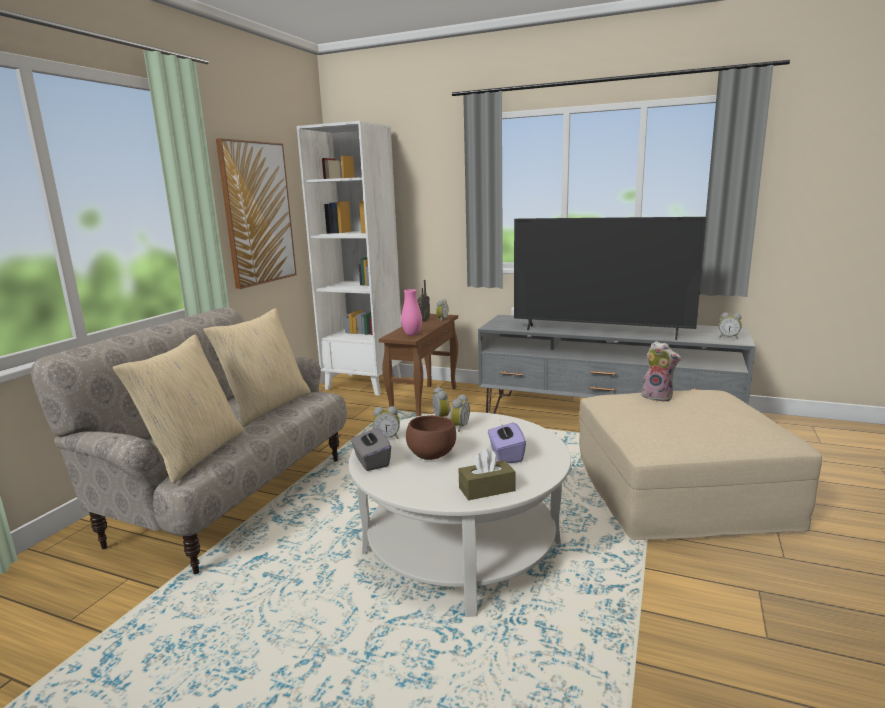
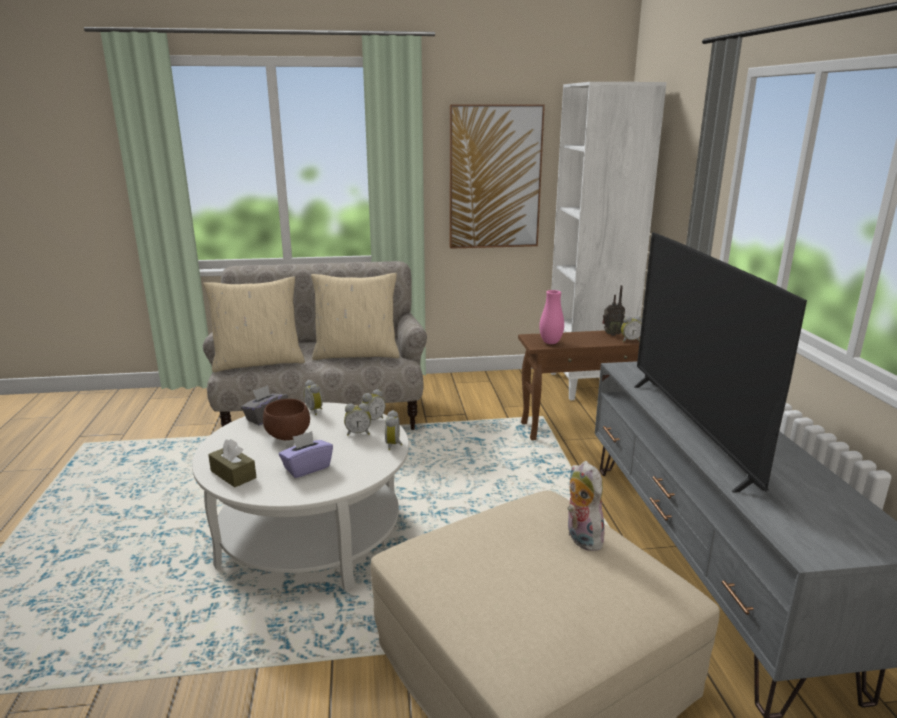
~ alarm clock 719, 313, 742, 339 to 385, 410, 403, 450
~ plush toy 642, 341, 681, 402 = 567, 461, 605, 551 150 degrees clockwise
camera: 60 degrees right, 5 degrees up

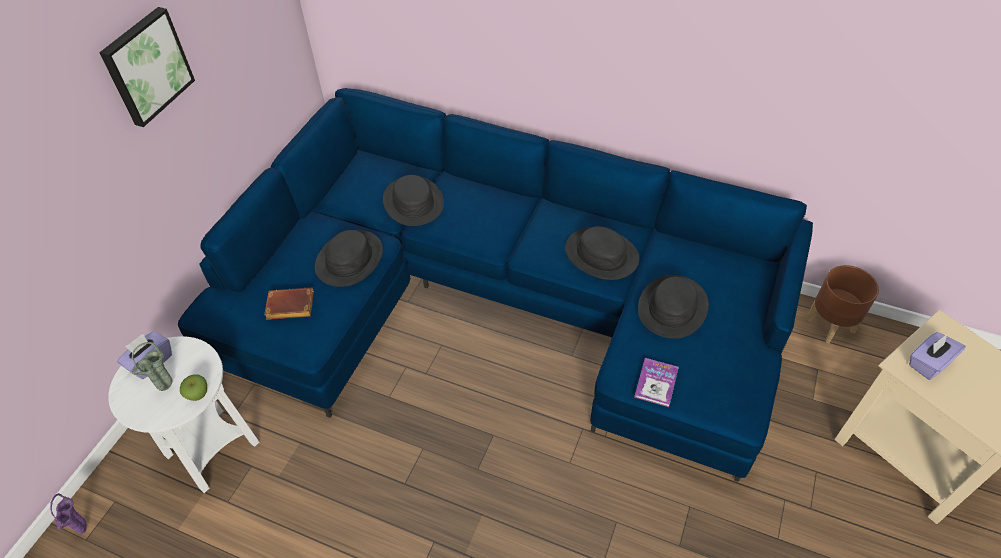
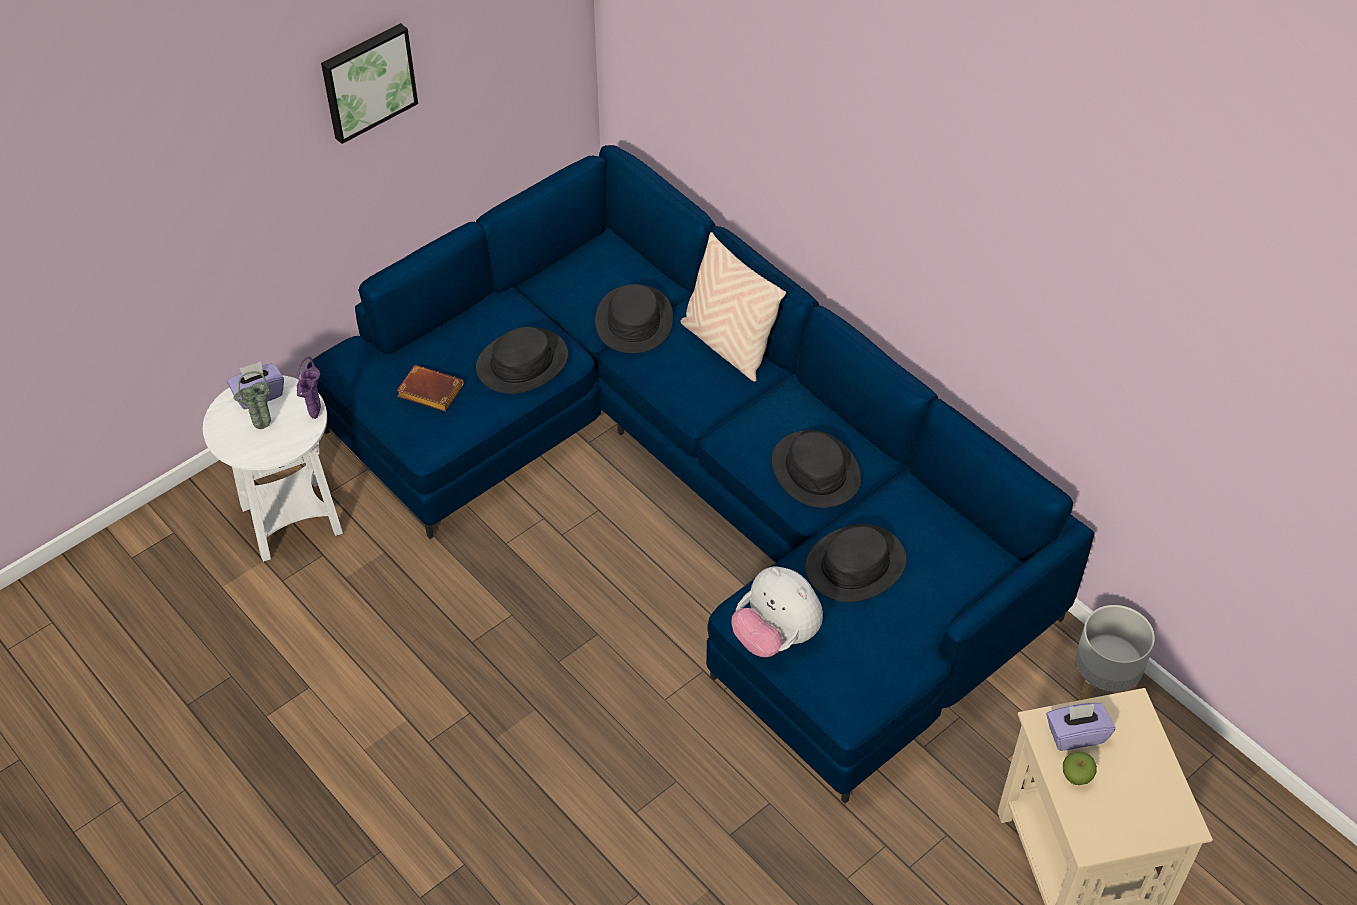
~ purple vase 50, 493, 87, 534 to 297, 356, 321, 419
+ beige pillow 681, 232, 786, 382
~ book 634, 358, 679, 407 to plush toy 732, 566, 823, 657
~ apple 180, 374, 207, 401 to 1063, 752, 1097, 785
~ brown planter 806, 265, 879, 343 to grey planter 1075, 605, 1155, 700
camera: 25 degrees right, 0 degrees up

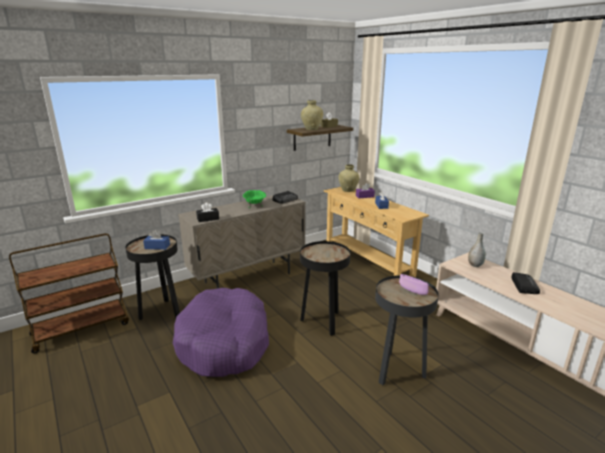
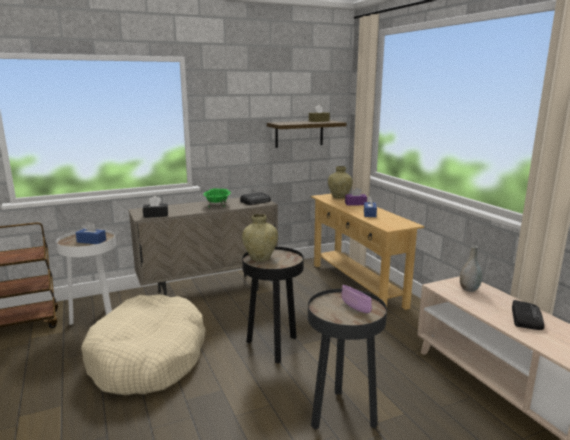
~ black side table 125, 234, 180, 320 to white side table 56, 229, 116, 325
~ purple dog bed 173, 288, 269, 377 to beige dog bed 81, 294, 205, 395
~ beige vase 301, 100, 323, 130 to 242, 214, 278, 262
camera: 10 degrees right, 5 degrees down

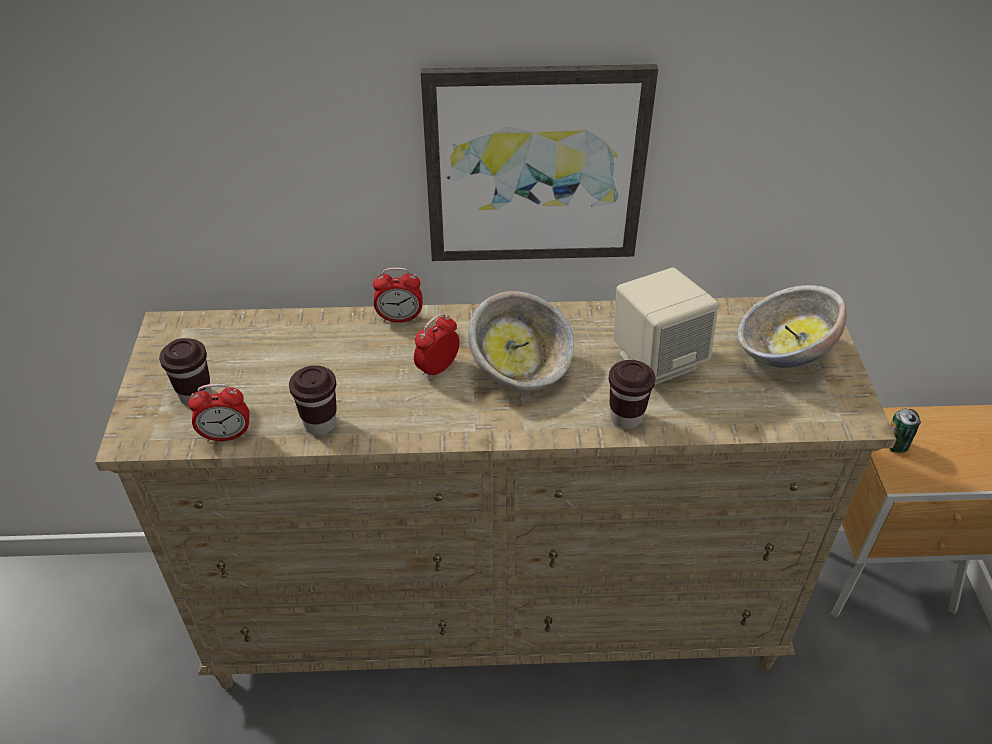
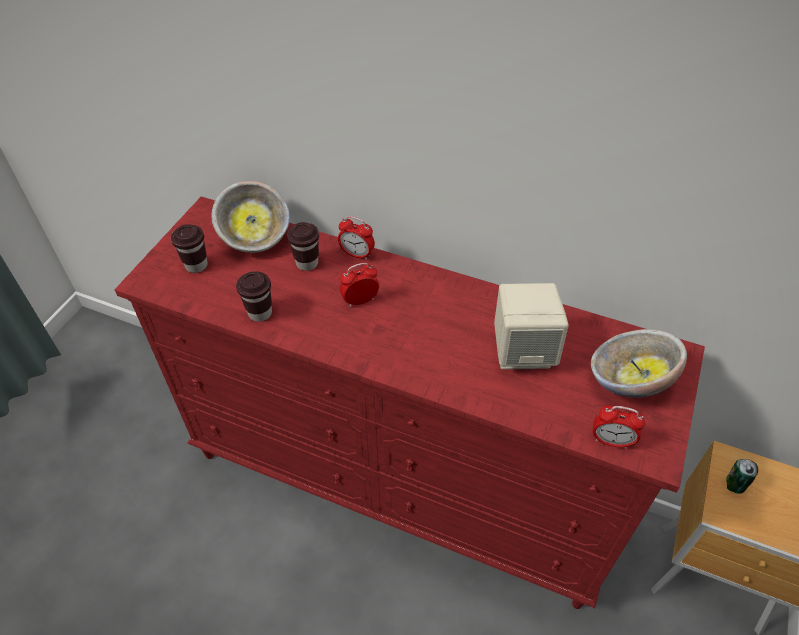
~ beige dresser 95, 297, 897, 689 to red dresser 115, 196, 705, 609
~ bowl 468, 291, 574, 391 to 212, 181, 290, 253
~ brown cup 609, 360, 656, 429 to 287, 222, 319, 271
~ alarm clock 188, 384, 249, 442 to 593, 405, 645, 448
- picture 421, 64, 658, 261
camera: 25 degrees right, 5 degrees up

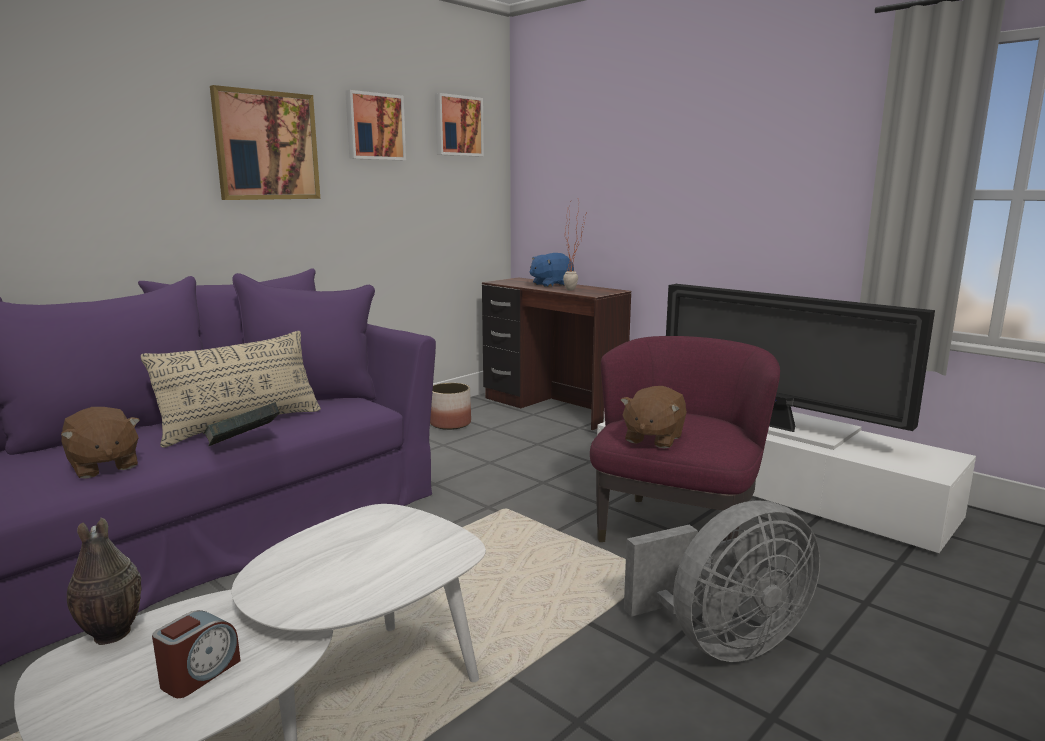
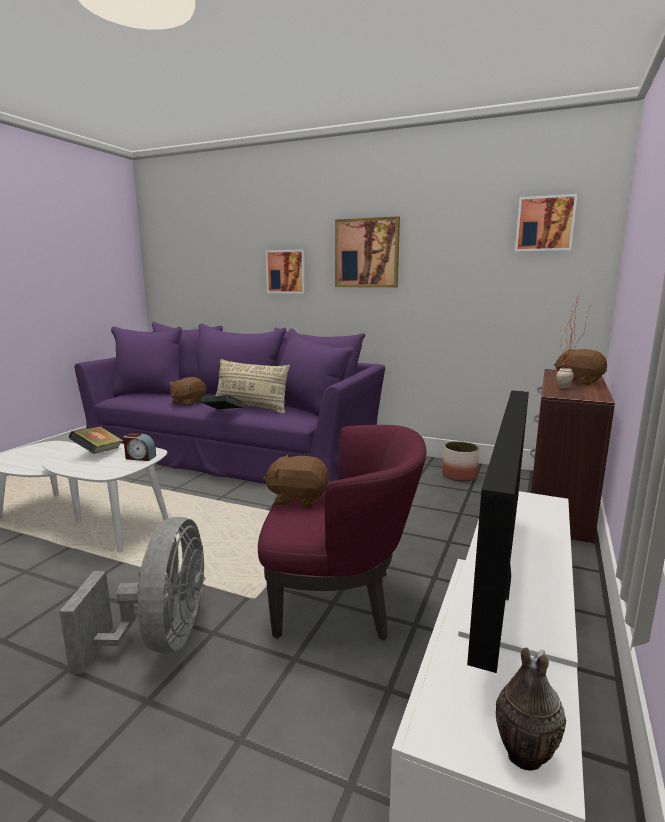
~ grey fan 624, 501, 820, 662 = 59, 517, 205, 674 135 degrees counterclockwise
+ book 68, 426, 123, 454
~ alarm clock 152, 610, 241, 698 to 123, 433, 156, 461
~ picture 345, 90, 406, 160 to 266, 249, 306, 294
~ vase 67, 518, 141, 645 to 496, 648, 566, 771
~ blue plush toy 530, 253, 574, 287 to brown plush toy 554, 349, 607, 385
camera: 70 degrees right, 0 degrees up

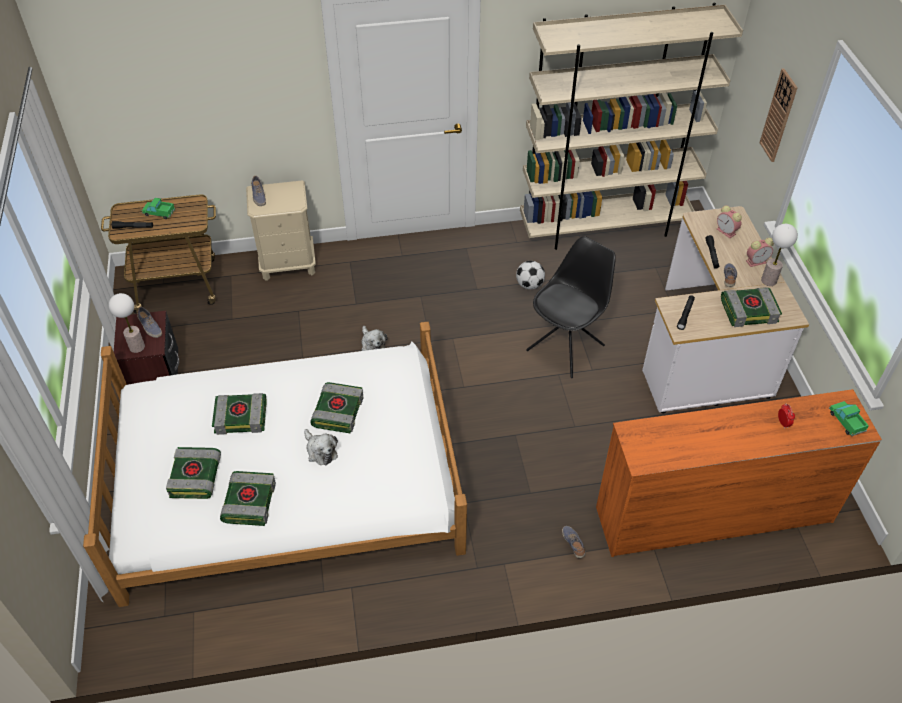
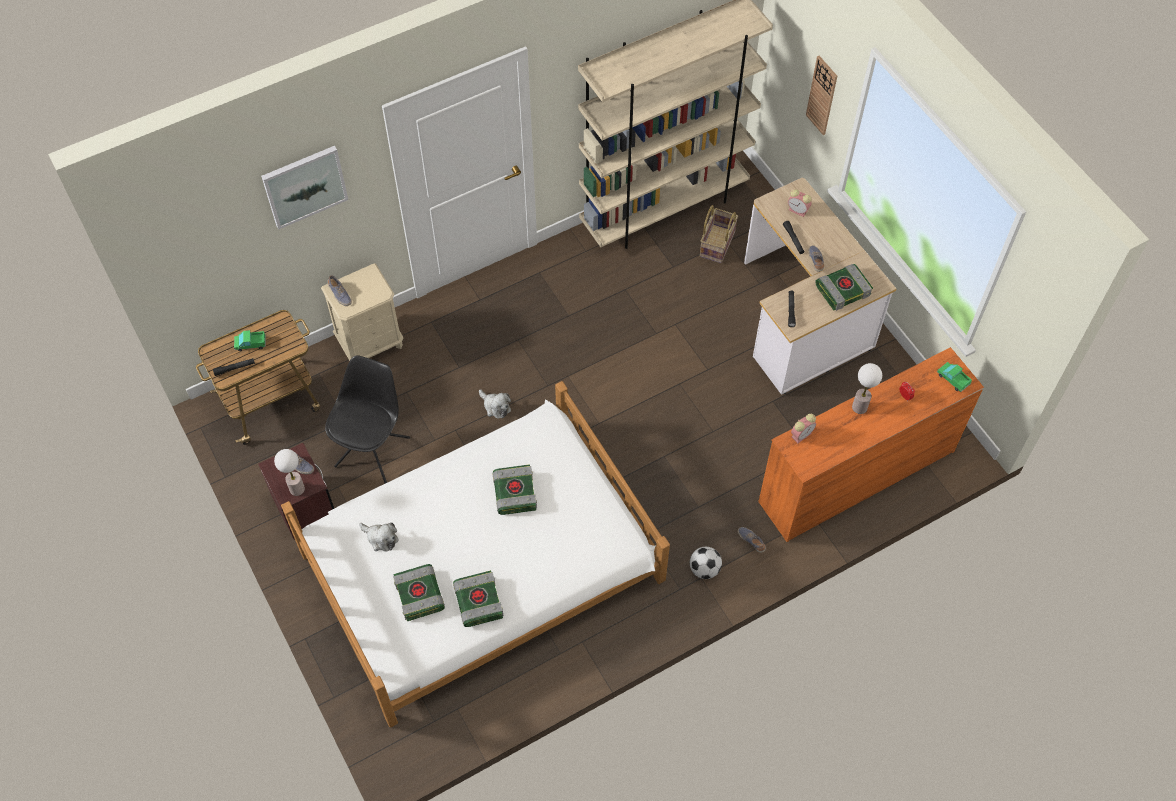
+ picture 261, 146, 348, 229
~ black chair 526, 236, 616, 378 to 325, 355, 410, 484
~ plush toy 304, 429, 338, 466 to 359, 522, 399, 552
~ football 516, 261, 545, 289 to 690, 547, 722, 579
+ basket 700, 205, 738, 263
~ alarm clock 746, 238, 774, 267 to 791, 414, 816, 443
~ table lamp 761, 224, 798, 286 to 852, 363, 882, 414
- book 212, 393, 266, 435
camera: 20 degrees left, 10 degrees up

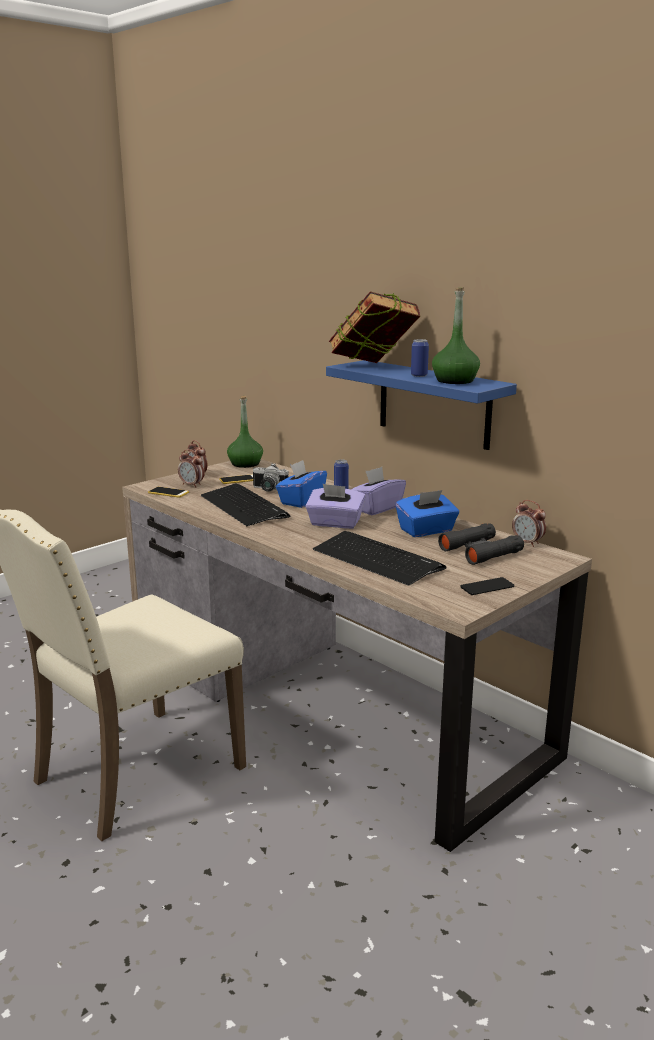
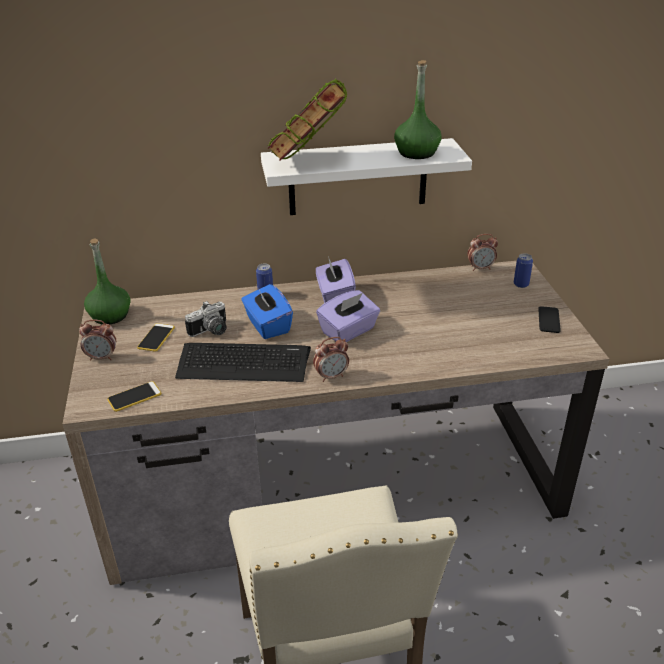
~ blue shelf 326, 360, 517, 450 to white shelf 261, 138, 472, 215
~ alarm clock 178, 449, 205, 488 to 313, 337, 349, 382
~ can 411, 339, 429, 377 to 514, 253, 533, 288
- keyboard 313, 531, 446, 586
- blue tissue box 396, 490, 459, 537
- black binoculars 438, 523, 524, 565
camera: 55 degrees left, 15 degrees up

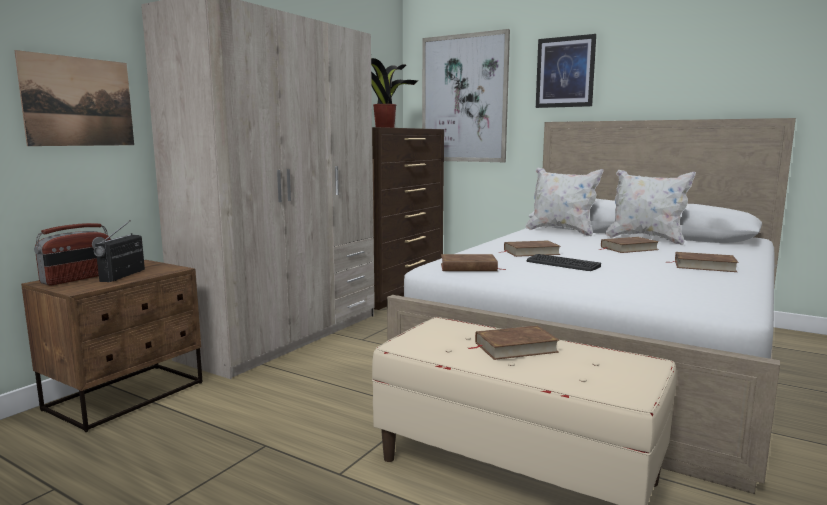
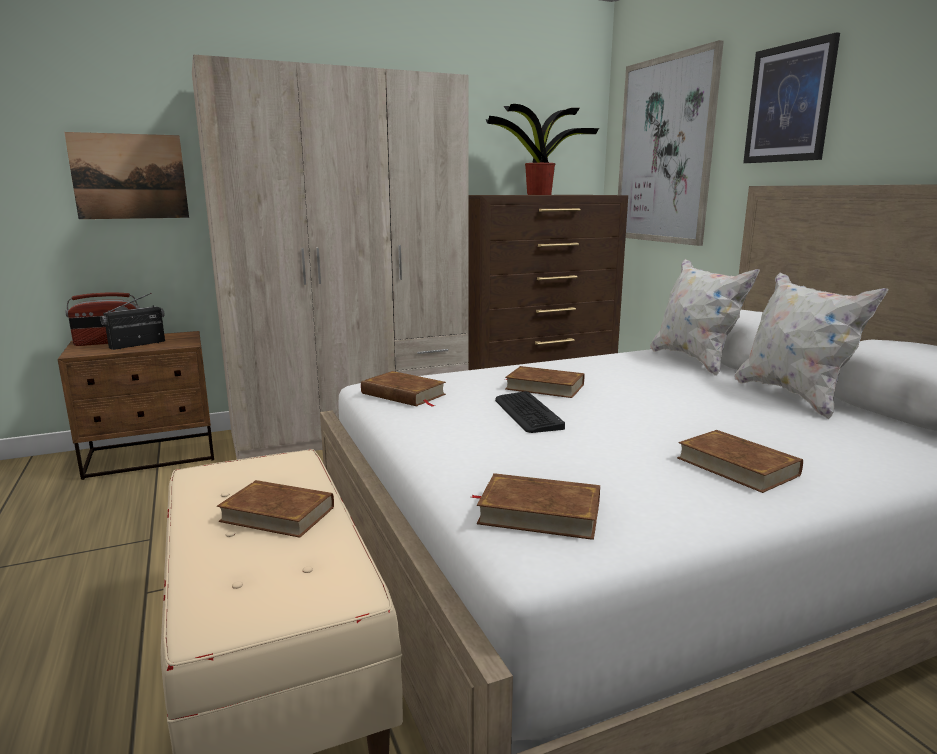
~ brown book 599, 237, 659, 253 to 471, 473, 600, 540
camera: 35 degrees right, 5 degrees up

